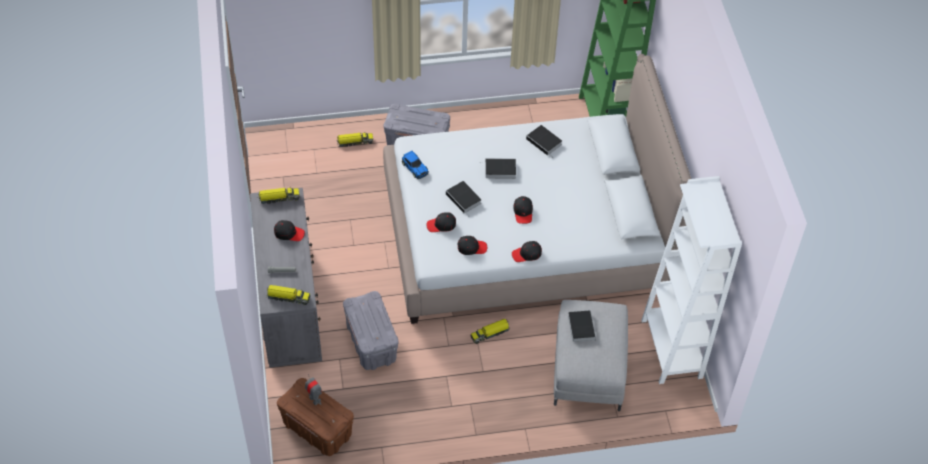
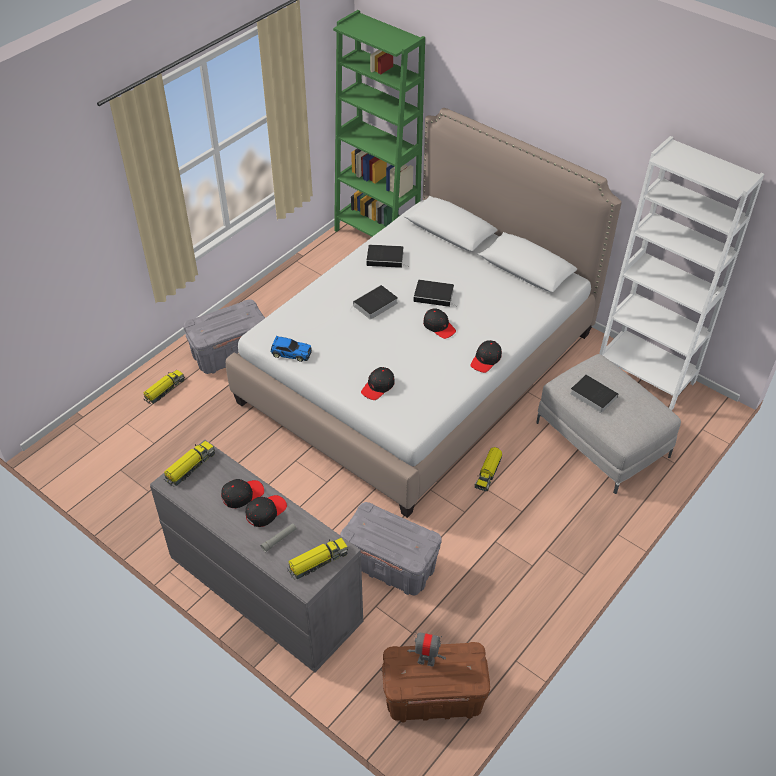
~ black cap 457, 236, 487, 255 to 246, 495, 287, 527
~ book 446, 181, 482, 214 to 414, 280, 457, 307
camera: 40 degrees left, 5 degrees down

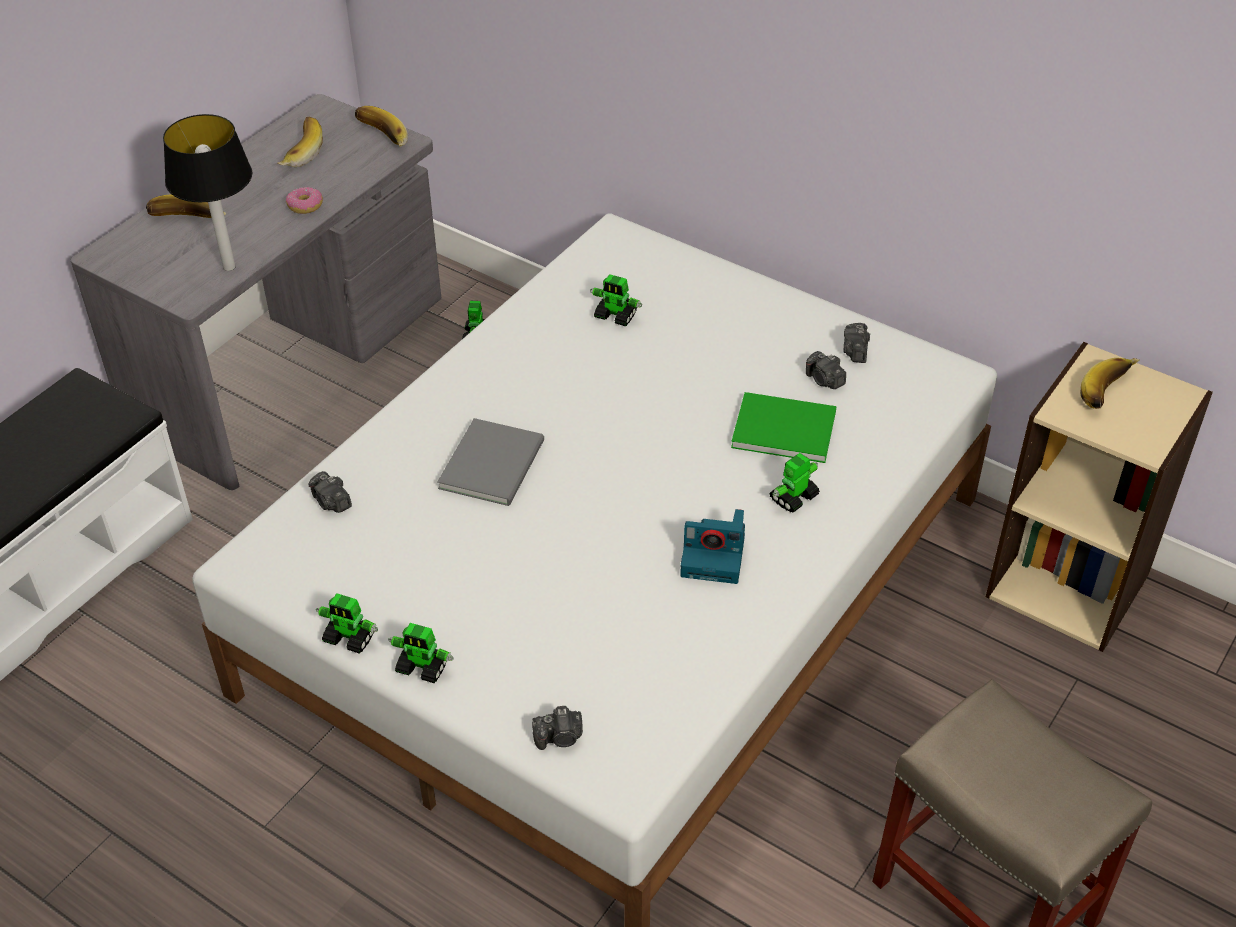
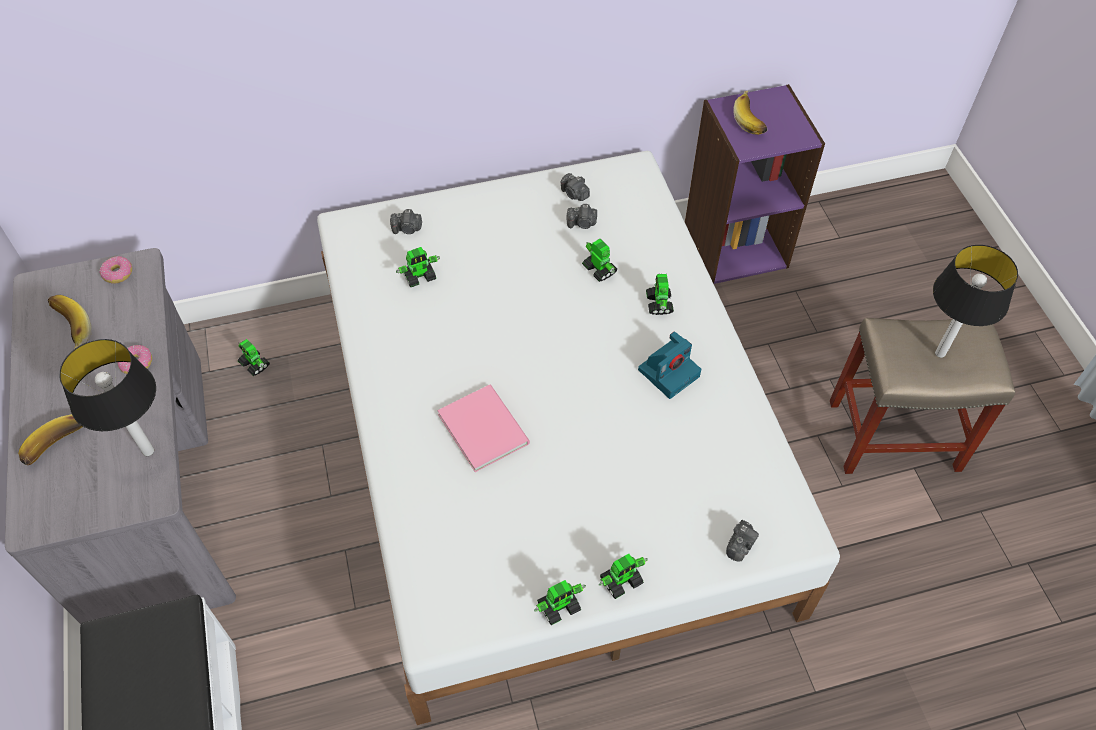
~ banana 355, 106, 408, 147 to donut 99, 256, 132, 284
~ photo camera 308, 471, 352, 513 to 390, 209, 422, 234
~ grey book 437, 418, 544, 506 to pink book 437, 385, 530, 472
~ green book 731, 392, 836, 463 to toy robot 582, 239, 618, 282
~ beige bookcase 986, 342, 1213, 652 to purple bookcase 685, 84, 825, 284
+ table lamp 933, 245, 1018, 358
camera: 50 degrees left, 10 degrees up

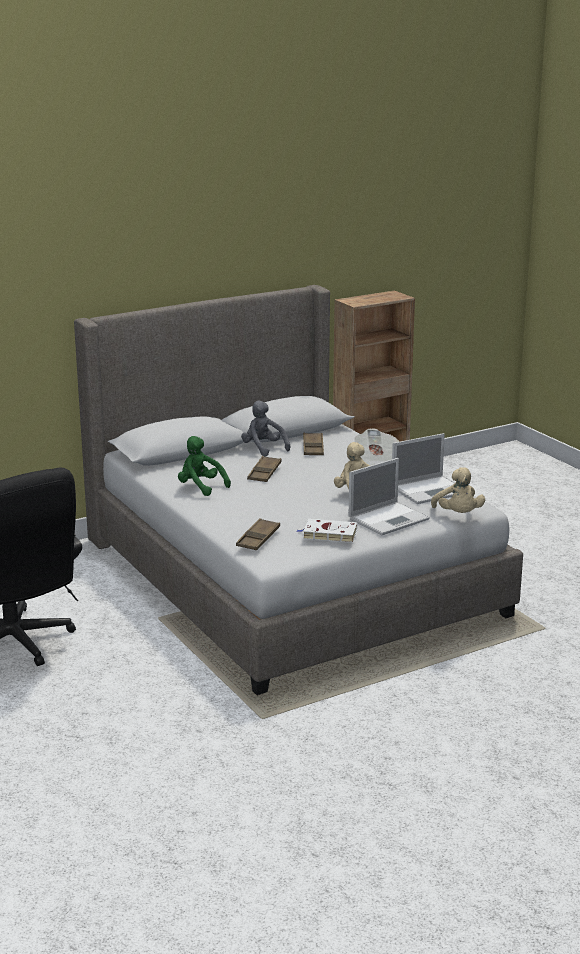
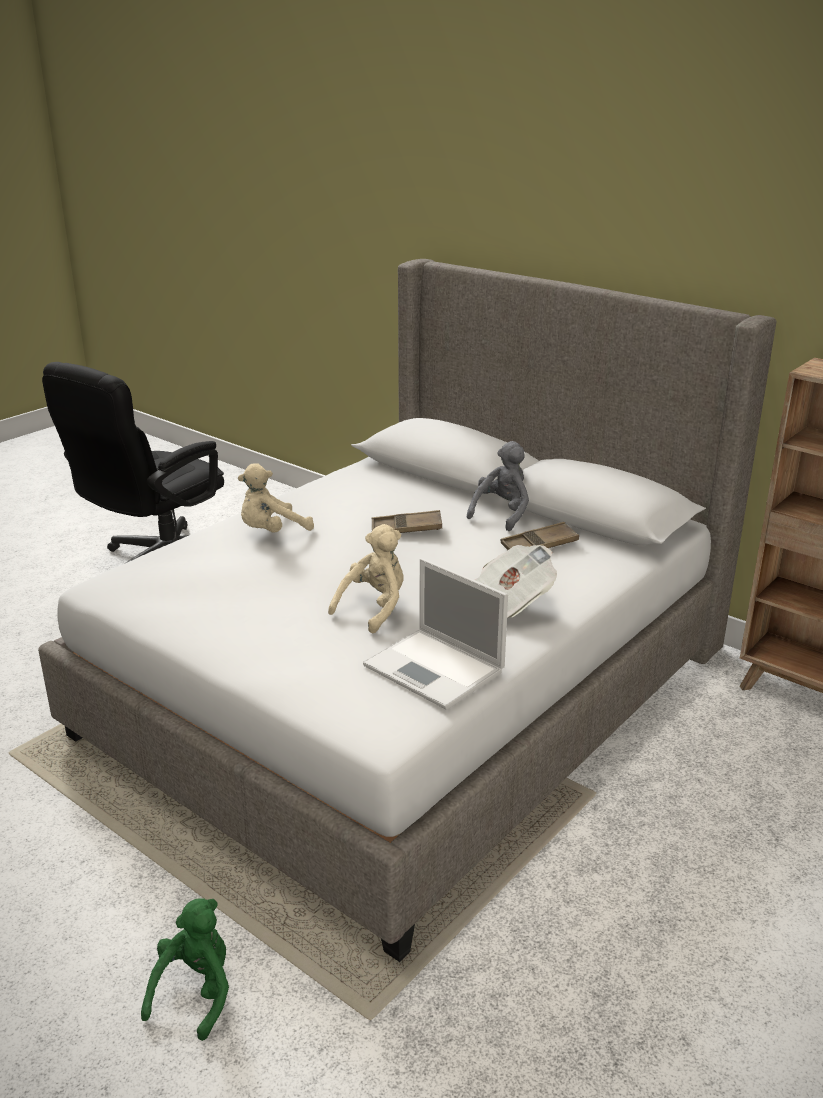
~ green plush toy 178, 436, 231, 496 to 141, 898, 229, 1041
~ beige plush toy 431, 467, 485, 513 to 238, 463, 314, 533
- brown tray 236, 518, 280, 550
- white book 296, 519, 357, 543
- laptop 349, 458, 430, 536
camera: 70 degrees right, 5 degrees up

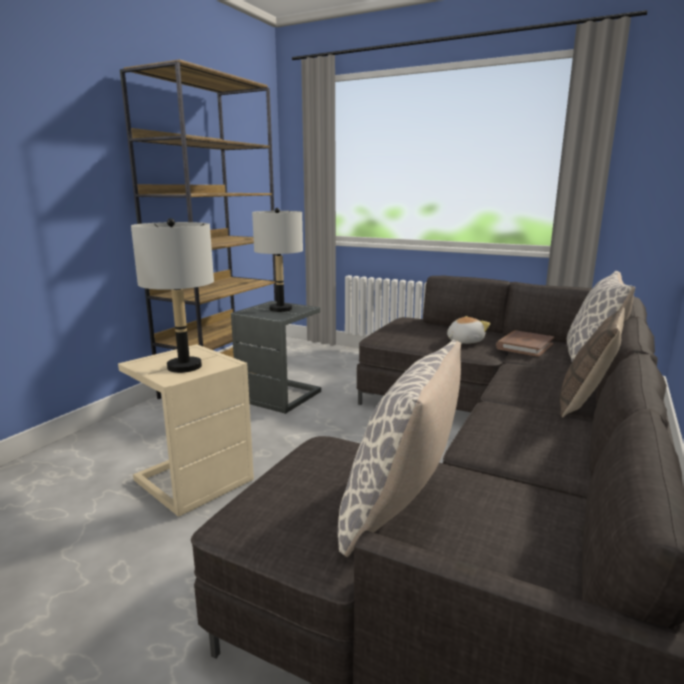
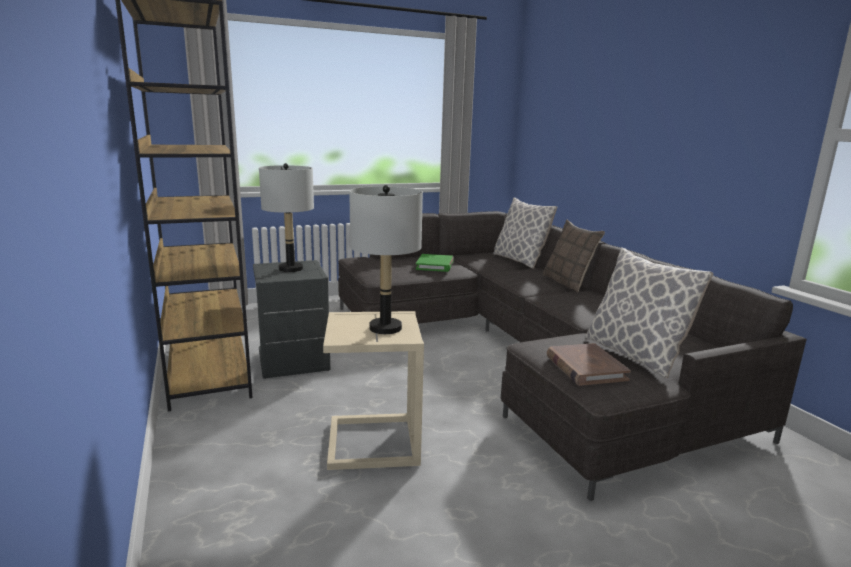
~ plush toy 447, 316, 490, 344 to green book 416, 254, 454, 272
~ brown book 496, 330, 554, 357 to 547, 343, 631, 386
camera: 50 degrees left, 0 degrees up

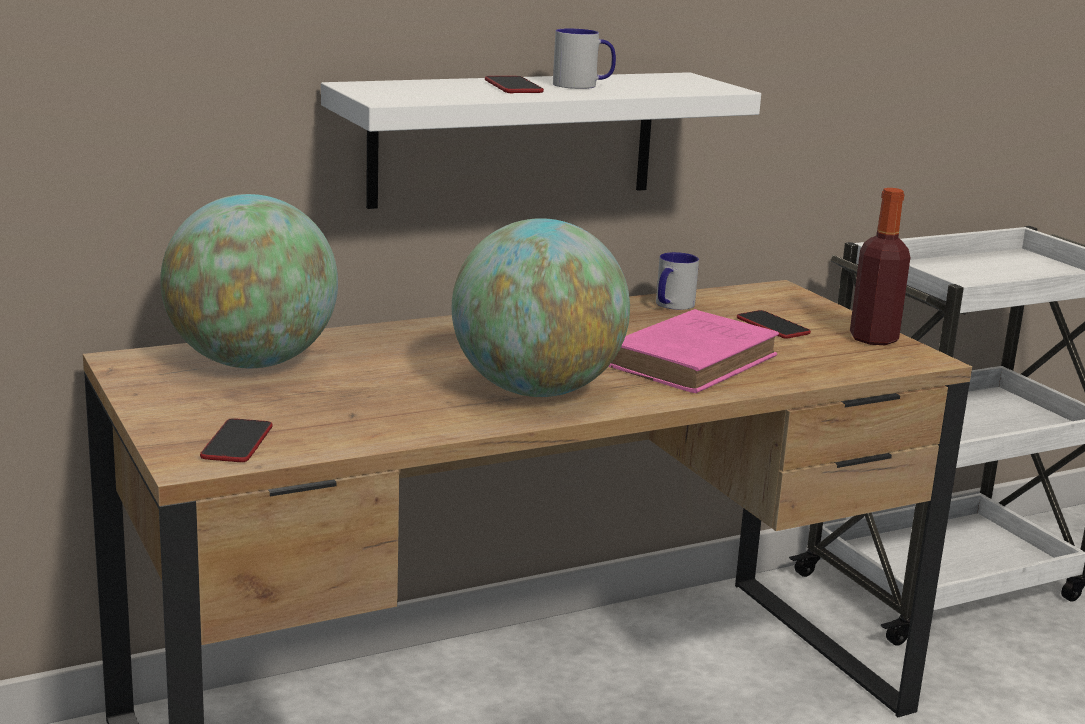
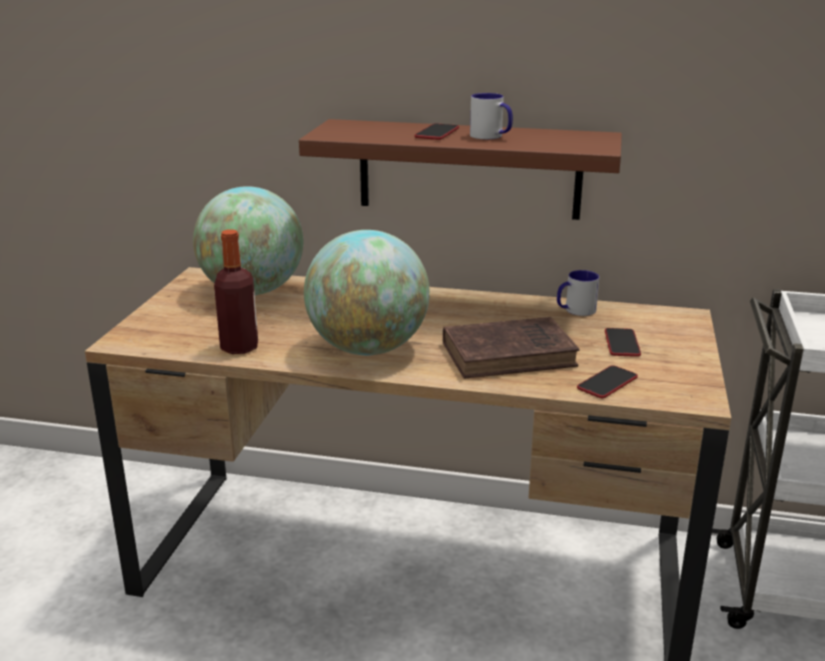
~ bottle 850, 188, 910, 345 to 214, 229, 258, 354
~ white shelf 321, 72, 761, 209 to brown shelf 299, 119, 622, 220
~ pink book 608, 309, 779, 393 to brown book 443, 317, 579, 379
~ phone 200, 418, 273, 462 to 577, 365, 638, 398
camera: 40 degrees right, 5 degrees up

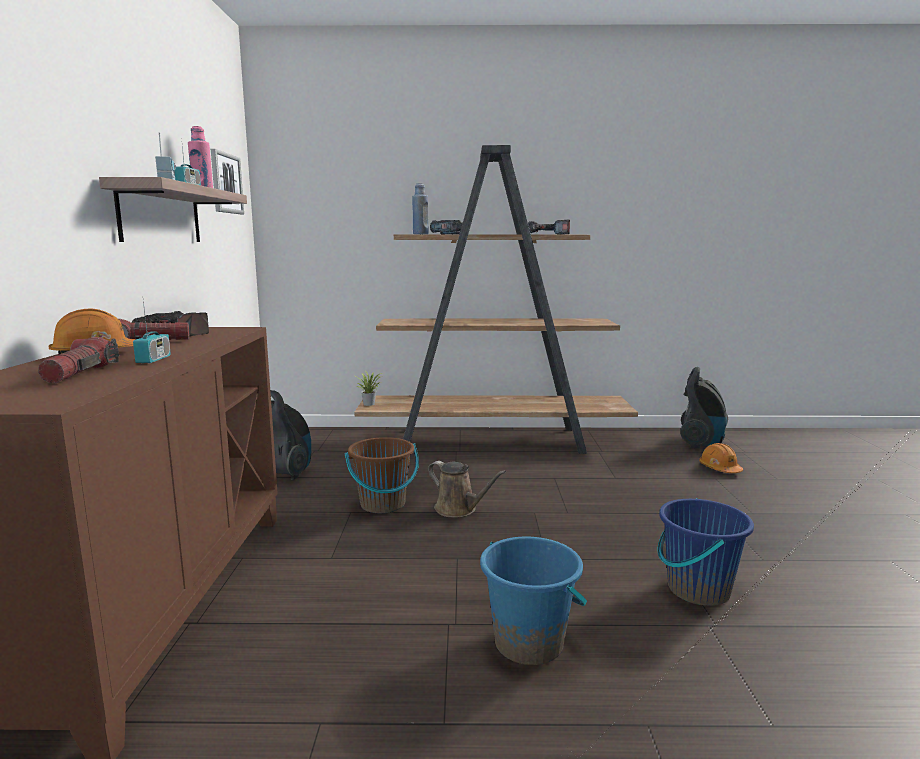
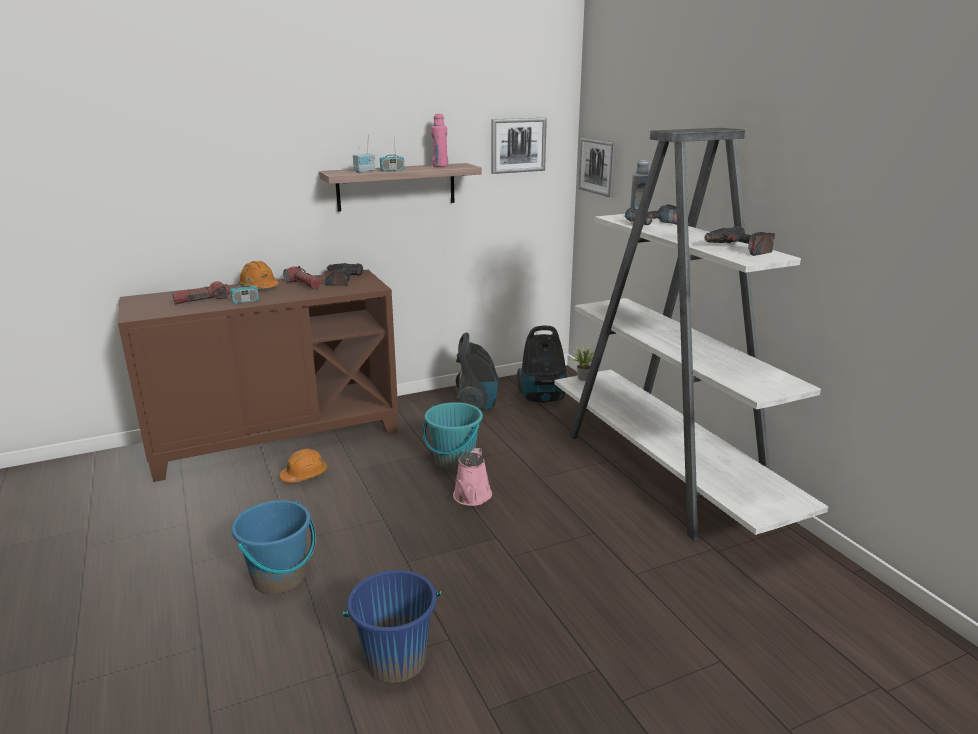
~ orange hard hat 699, 443, 743, 473 to 279, 449, 327, 483
~ brown bucket 345, 437, 419, 513 to turquoise bucket 423, 402, 483, 471
~ brown watering can 428, 461, 506, 518 to pink watering can 453, 448, 492, 506
~ vacuum cleaner 680, 367, 728, 449 to 517, 325, 567, 403
~ brown bookcase 354, 145, 638, 454 to white bookcase 555, 128, 828, 541
+ picture 578, 137, 617, 197
camera: 65 degrees right, 10 degrees up

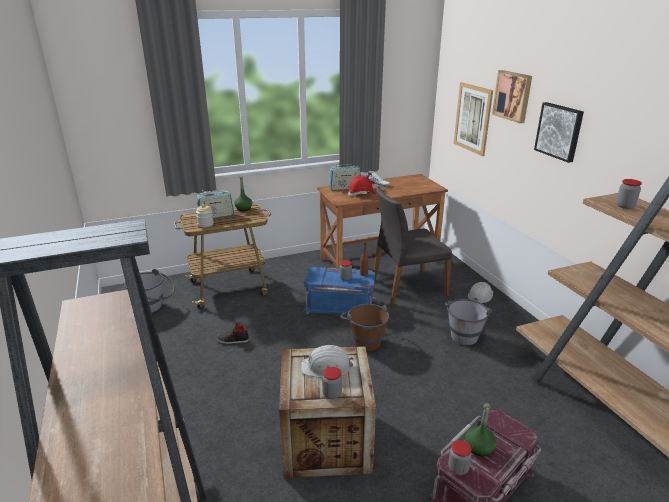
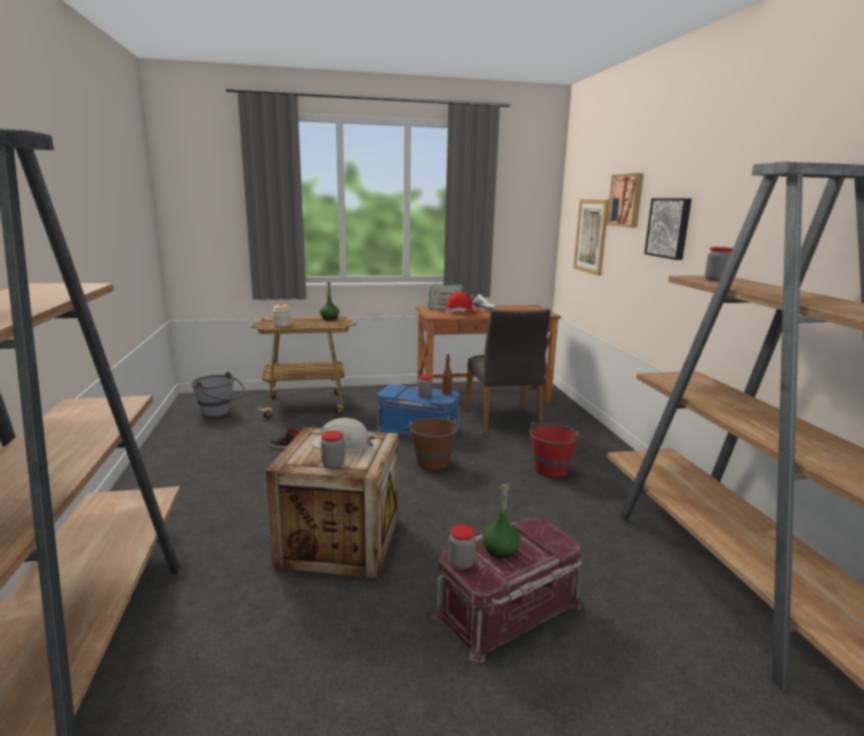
~ grey chair 373, 186, 452, 306 = 465, 309, 551, 437 90 degrees counterclockwise
~ grey bucket 445, 299, 492, 345 to red bucket 529, 422, 586, 478
- radio 197, 190, 234, 218
- white hard hat 468, 282, 493, 303
camera: 10 degrees right, 10 degrees down

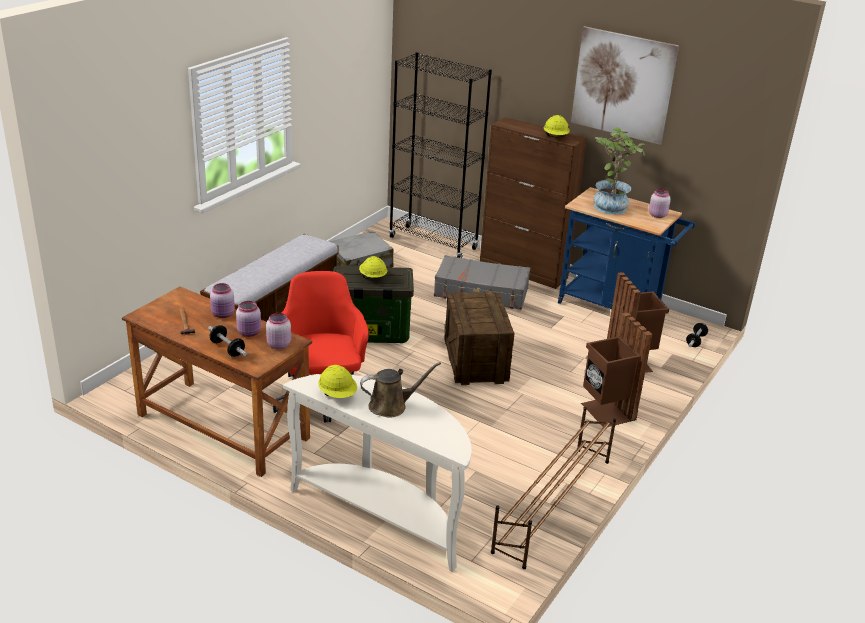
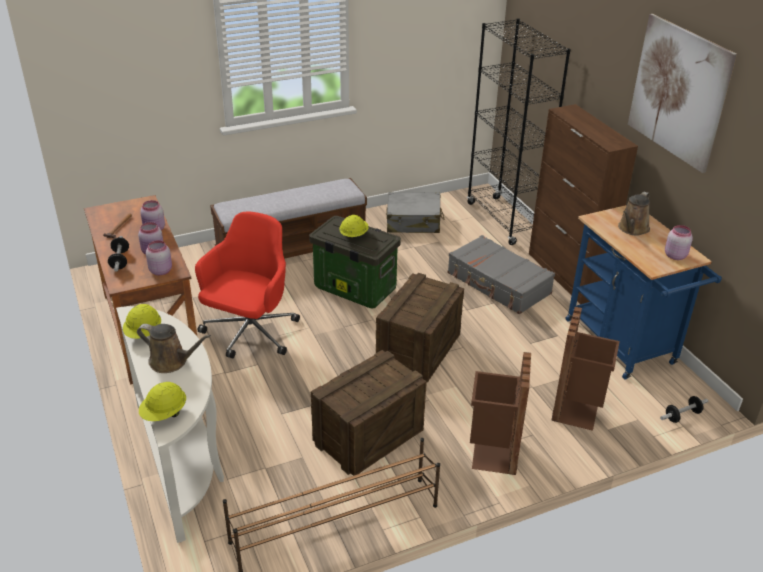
~ yellow hard hat 544, 115, 570, 137 to 139, 382, 186, 421
+ crate 311, 350, 427, 476
~ potted plant 594, 127, 646, 214 to brown watering can 618, 192, 650, 236
camera: 35 degrees right, 5 degrees up

